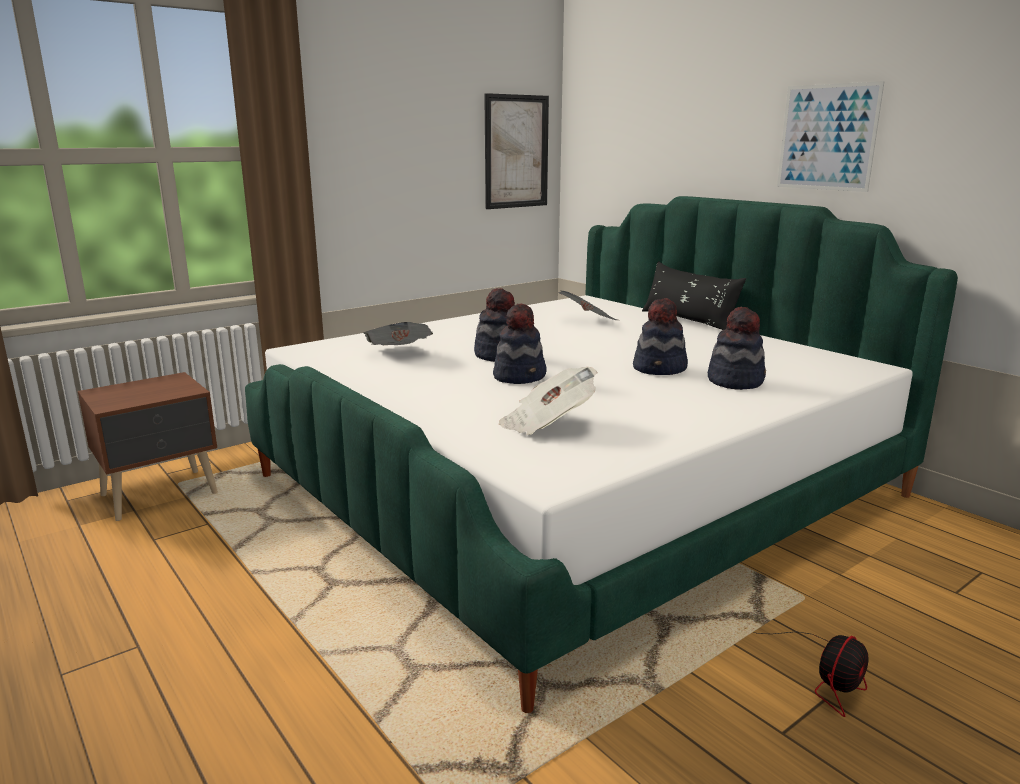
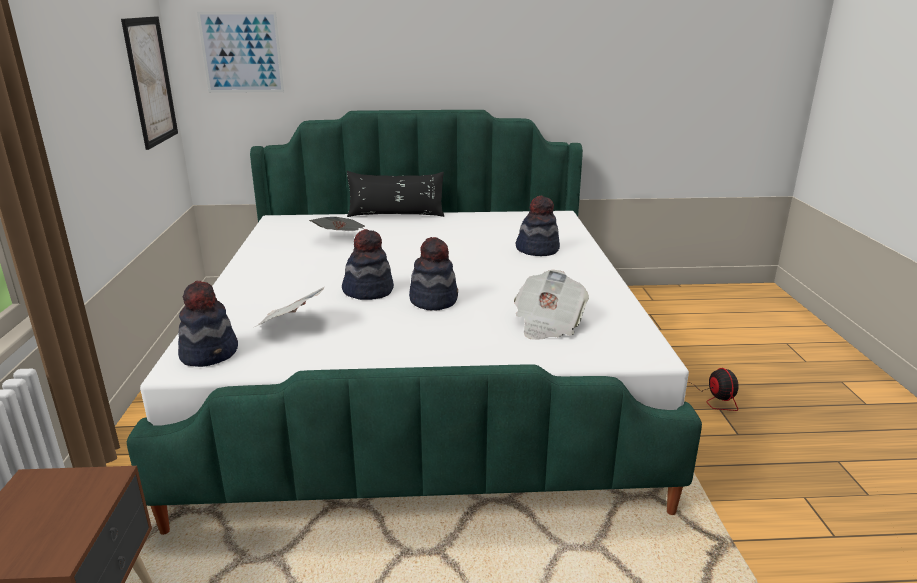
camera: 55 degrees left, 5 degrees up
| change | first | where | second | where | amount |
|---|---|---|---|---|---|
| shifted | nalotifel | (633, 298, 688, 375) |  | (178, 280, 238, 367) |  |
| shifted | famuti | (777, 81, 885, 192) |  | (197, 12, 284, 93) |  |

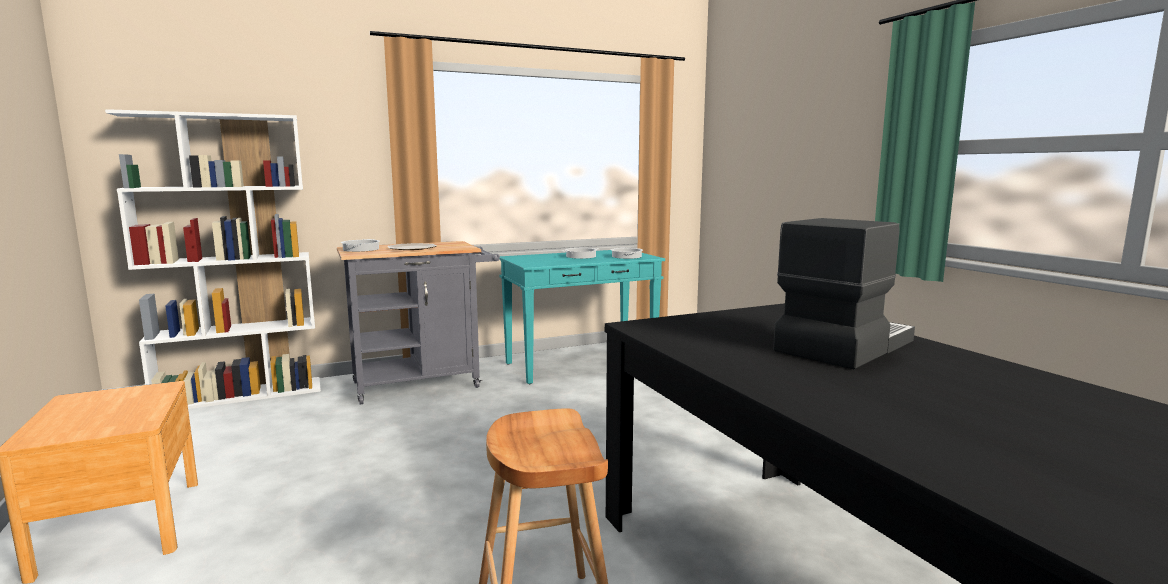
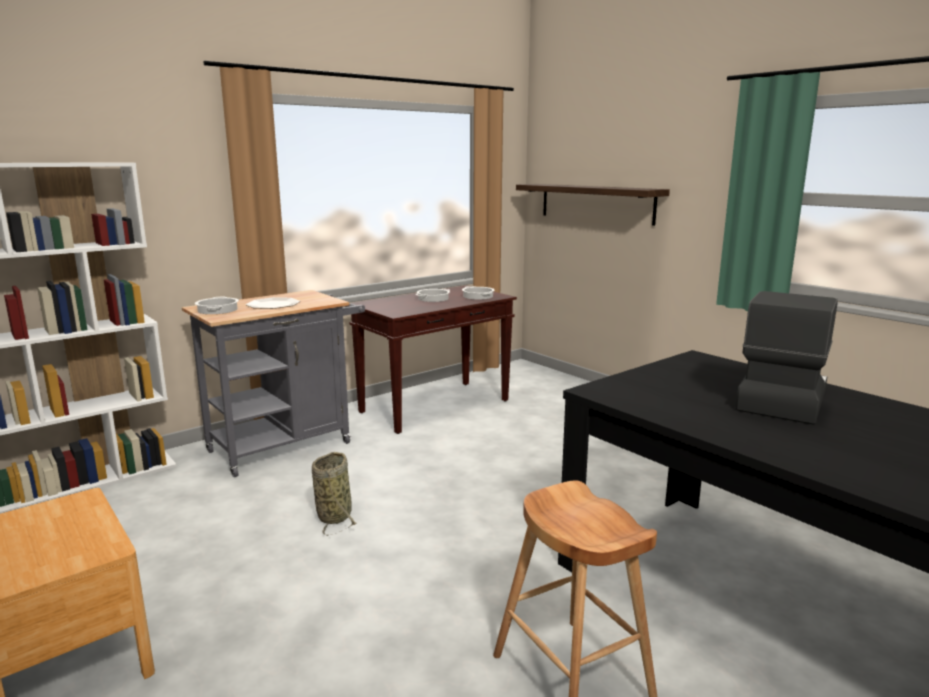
camera: 15 degrees left, 5 degrees up
| change | first | where | second | where | amount |
|---|---|---|---|---|---|
| new |  |  | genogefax | (312, 452, 357, 536) |  |
| new |  |  | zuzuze | (516, 184, 670, 226) |  |
| repainted | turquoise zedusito | (499, 250, 665, 384) | brown zedusito | (349, 285, 517, 434) |  |

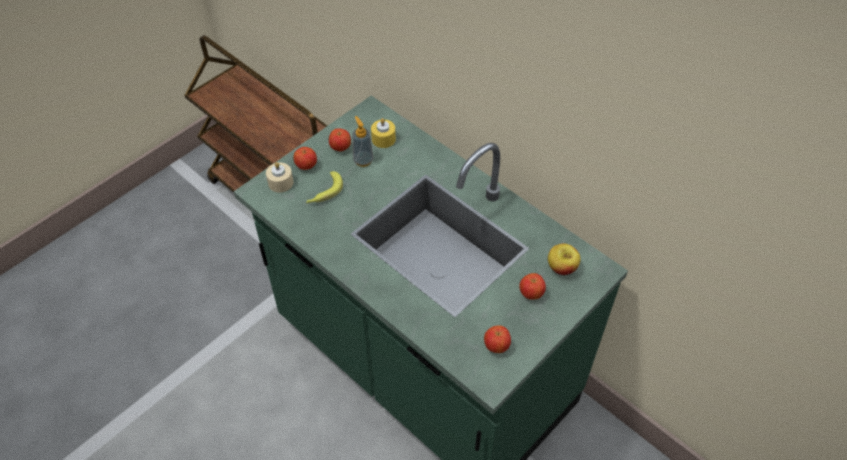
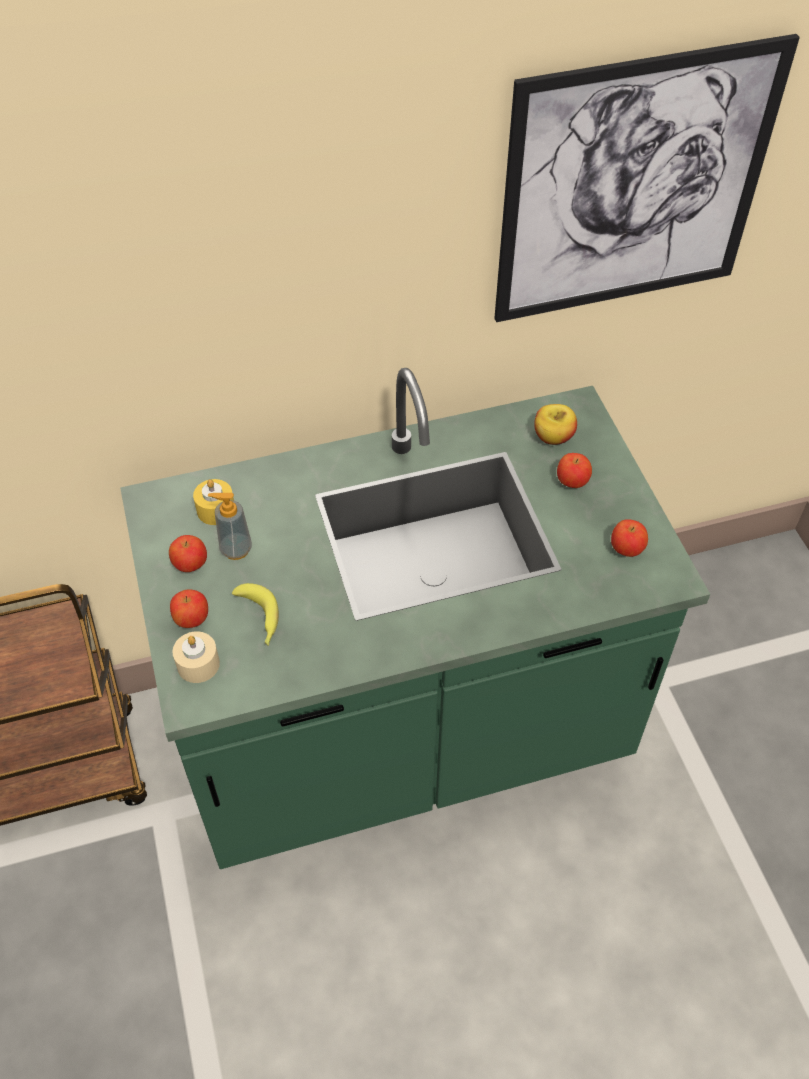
camera: 60 degrees left, 0 degrees up
| change | first | where | second | where | amount |
|---|---|---|---|---|---|
| new |  |  | famuti | (494, 34, 800, 322) |  |

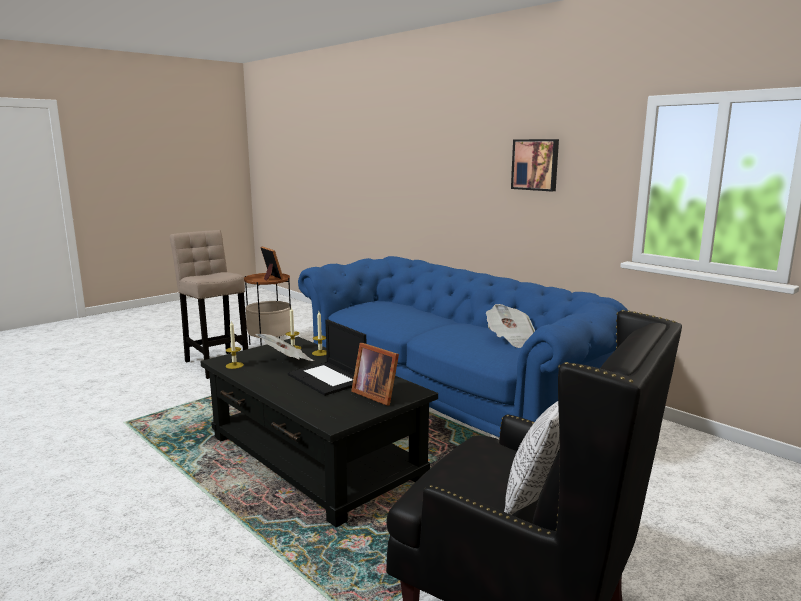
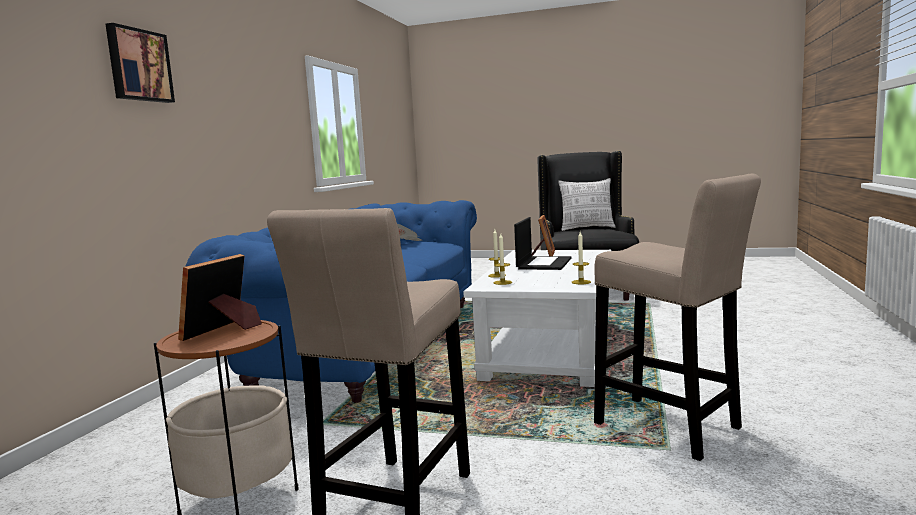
camera: 120 degrees left, 5 degrees down
| change | first | where | second | where | amount |
|---|---|---|---|---|---|
| gone | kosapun | (255, 334, 314, 361) |  |  |  |
| new |  |  | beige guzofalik | (594, 173, 761, 461) |  |
| shifted | famuti | (511, 139, 559, 191) |  | (106, 23, 175, 103) |  |
| repainted | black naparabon | (200, 337, 438, 527) | white naparabon | (463, 250, 612, 387) |  |

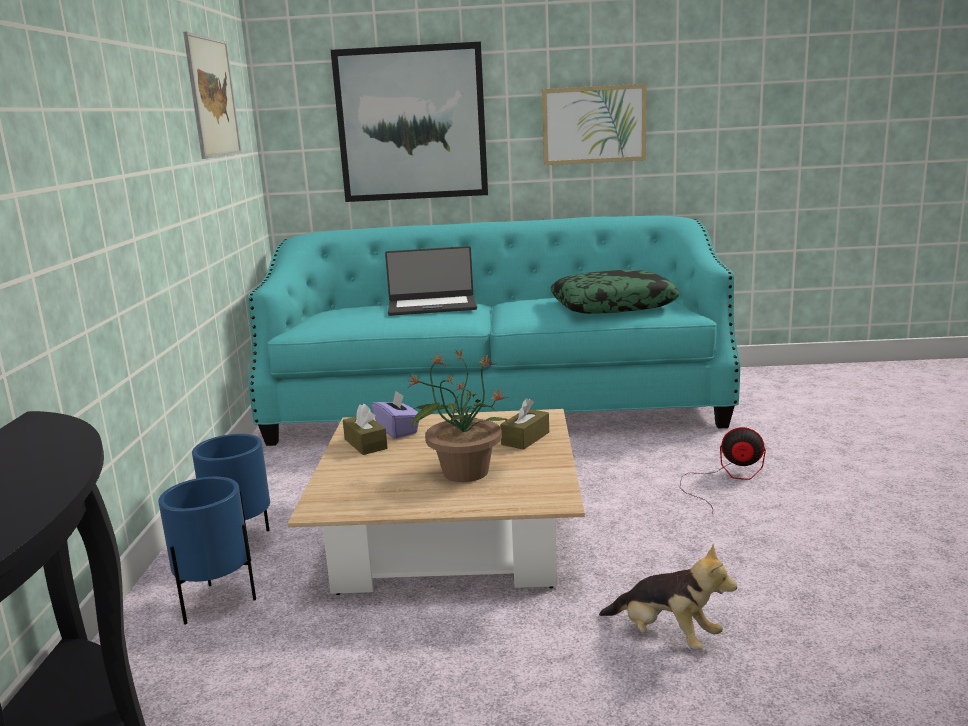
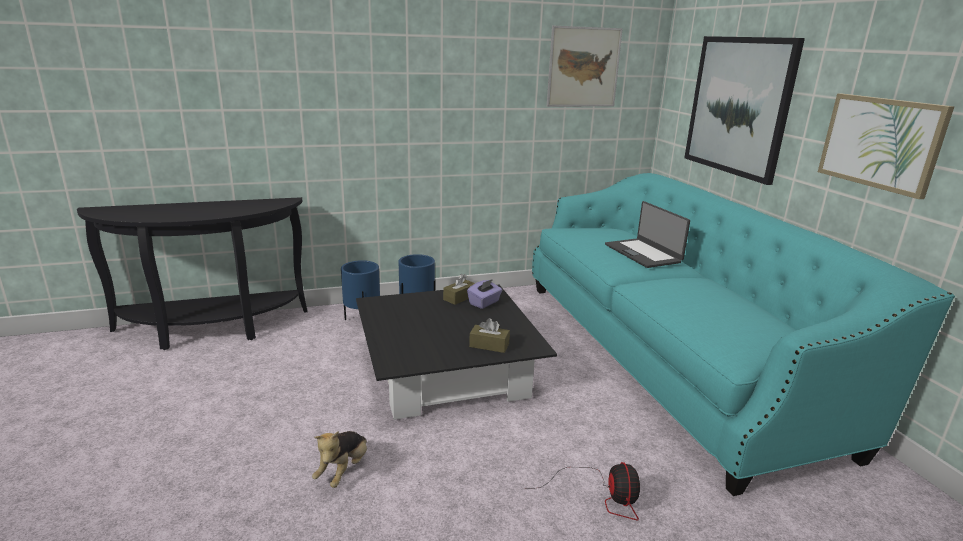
camera: 70 degrees right, 5 degrees up
| change | first | where | second | where | amount |
|---|---|---|---|---|---|
| gone | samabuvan | (408, 349, 509, 482) |  |  |  |
| gone | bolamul | (550, 270, 680, 314) |  |  |  |
| repainted | beige naparabon | (287, 409, 585, 595) | black naparabon | (356, 285, 557, 420) |  |

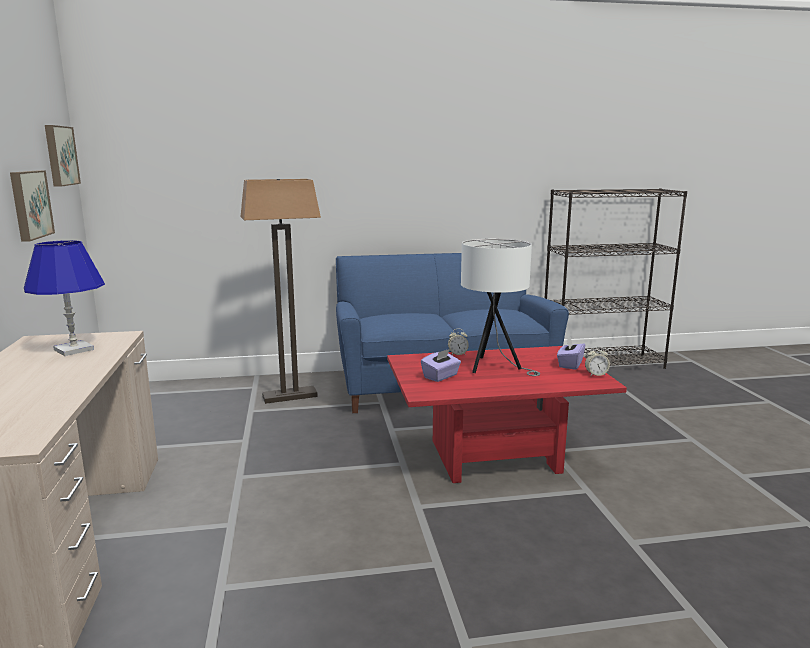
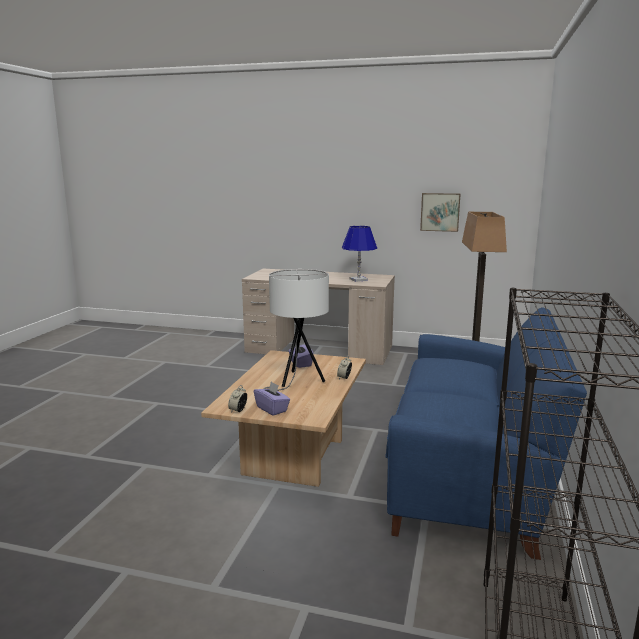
camera: 115 degrees right, 0 degrees up
| change | first | where | second | where | amount |
|---|---|---|---|---|---|
| gone | famuti | (45, 125, 81, 187) |  |  |  |
| repainted | red naparabon | (387, 346, 627, 483) | beige naparabon | (201, 350, 366, 487) |  |

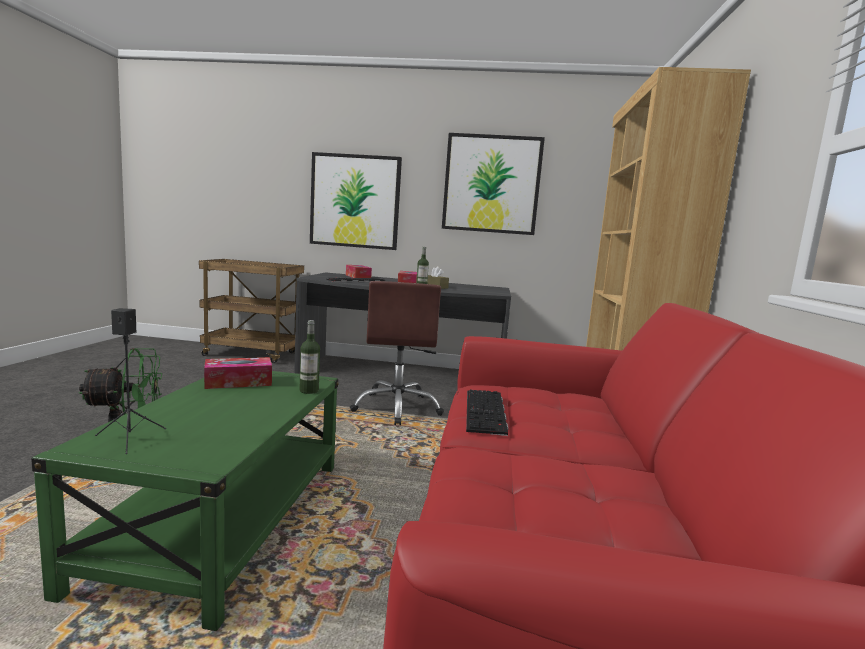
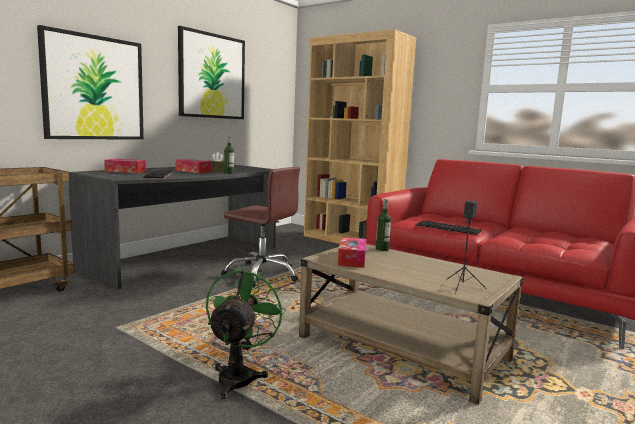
camera: 60 degrees left, 0 degrees up
| change | first | where | second | where | amount |
|---|---|---|---|---|---|
| repainted | green naparabon | (31, 371, 339, 631) | beige naparabon | (299, 244, 523, 405) |  |

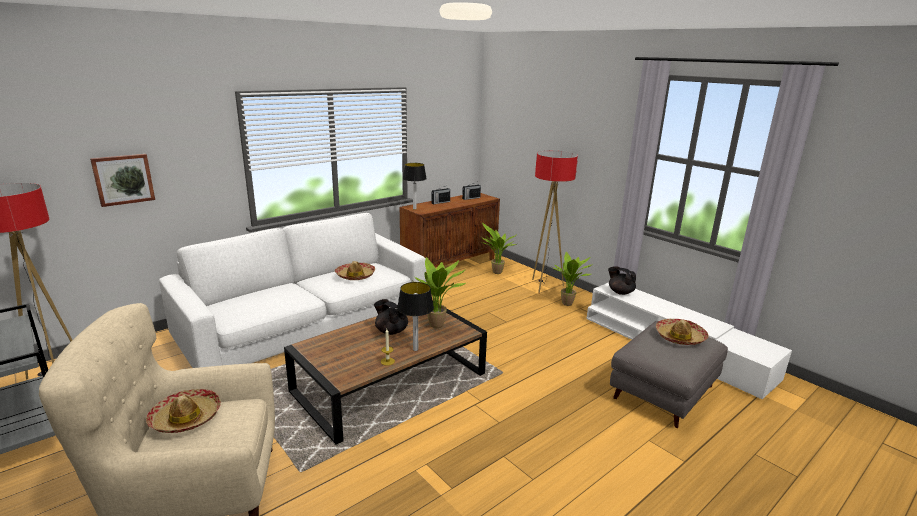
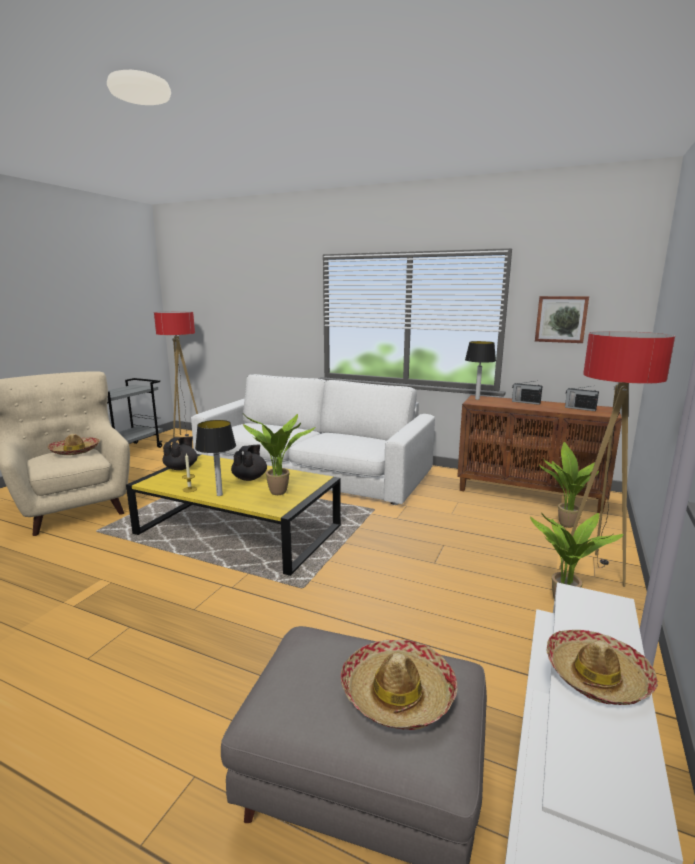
camera: 65 degrees right, 5 degrees down
| change | first | where | second | where | amount |
|---|---|---|---|---|---|
| shifted | famuti | (90, 154, 155, 207) |  | (535, 296, 589, 343) |  |
| shifted | nalotifel | (335, 261, 375, 280) |  | (547, 630, 658, 705) |  |
| shifted | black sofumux | (608, 266, 636, 295) |  | (163, 437, 197, 470) |  |
| repainted | brown naparabon | (284, 304, 487, 444) | yellow naparabon | (126, 454, 341, 576) |  |

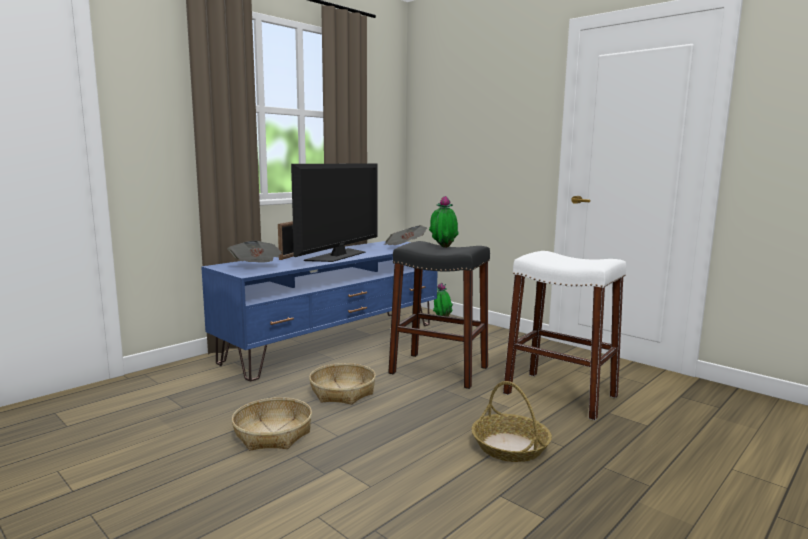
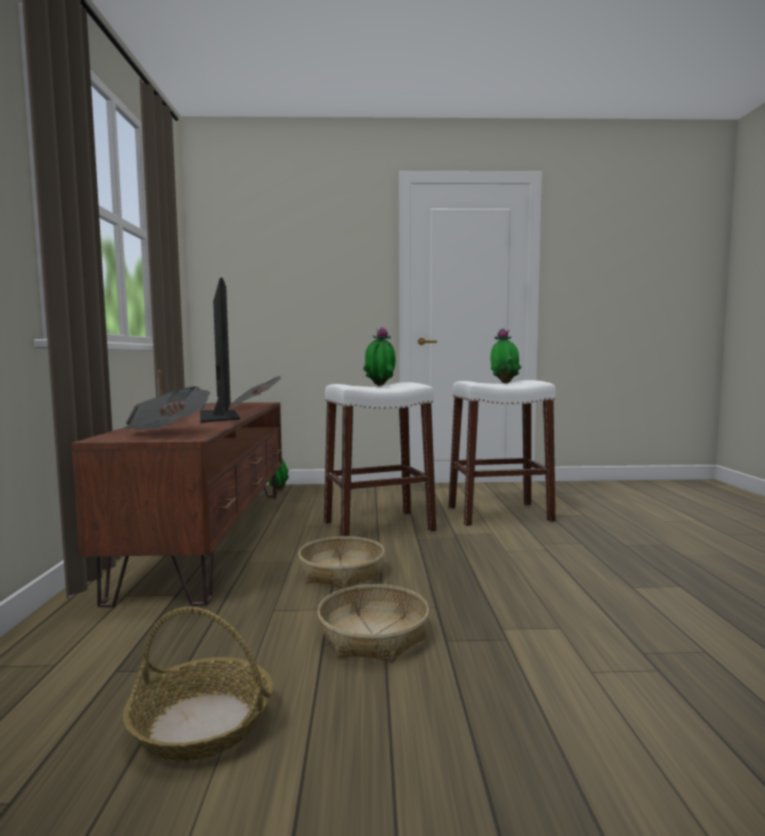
camera: 45 degrees left, 5 degrees down
| change | first | where | second | where | amount |
|---|---|---|---|---|---|
| new |  |  | samabuvan | (490, 328, 522, 383) |  |
| shifted | genogefax | (472, 381, 552, 462) |  | (123, 607, 273, 761) |  |
| repainted | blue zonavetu | (201, 241, 438, 381) | brown zonavetu | (71, 402, 282, 607) |  |
| repainted | black guzofalik | (388, 241, 490, 389) | white guzofalik | (324, 382, 437, 536) |  |

